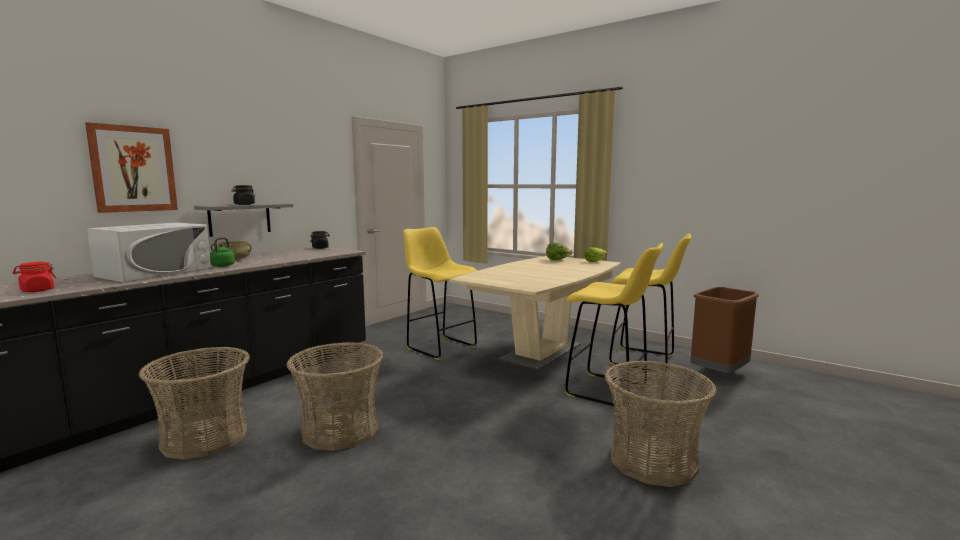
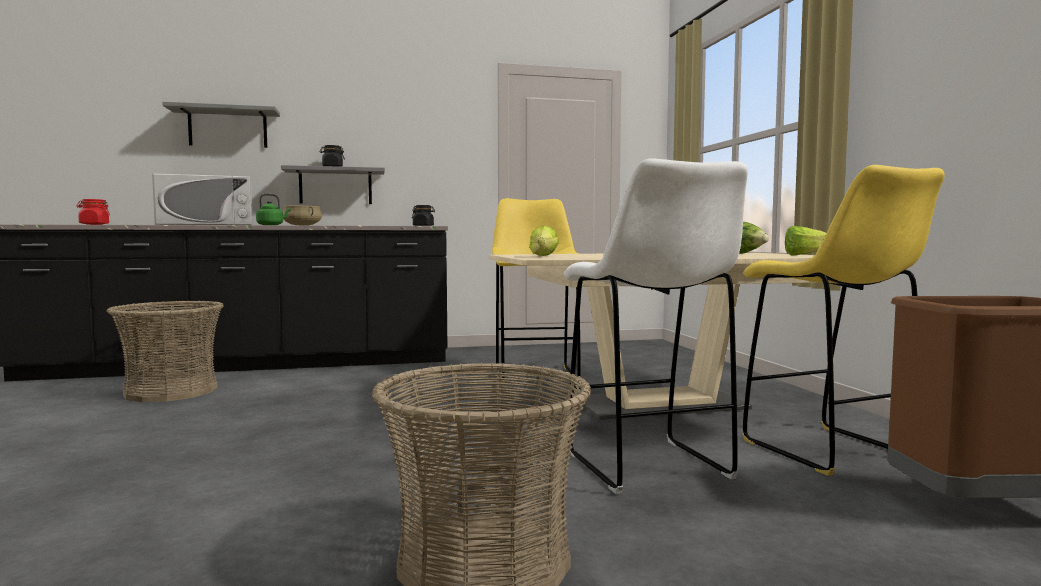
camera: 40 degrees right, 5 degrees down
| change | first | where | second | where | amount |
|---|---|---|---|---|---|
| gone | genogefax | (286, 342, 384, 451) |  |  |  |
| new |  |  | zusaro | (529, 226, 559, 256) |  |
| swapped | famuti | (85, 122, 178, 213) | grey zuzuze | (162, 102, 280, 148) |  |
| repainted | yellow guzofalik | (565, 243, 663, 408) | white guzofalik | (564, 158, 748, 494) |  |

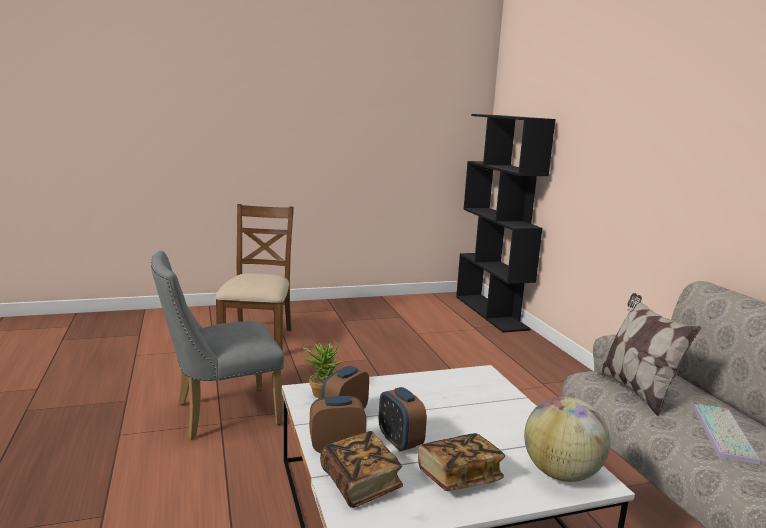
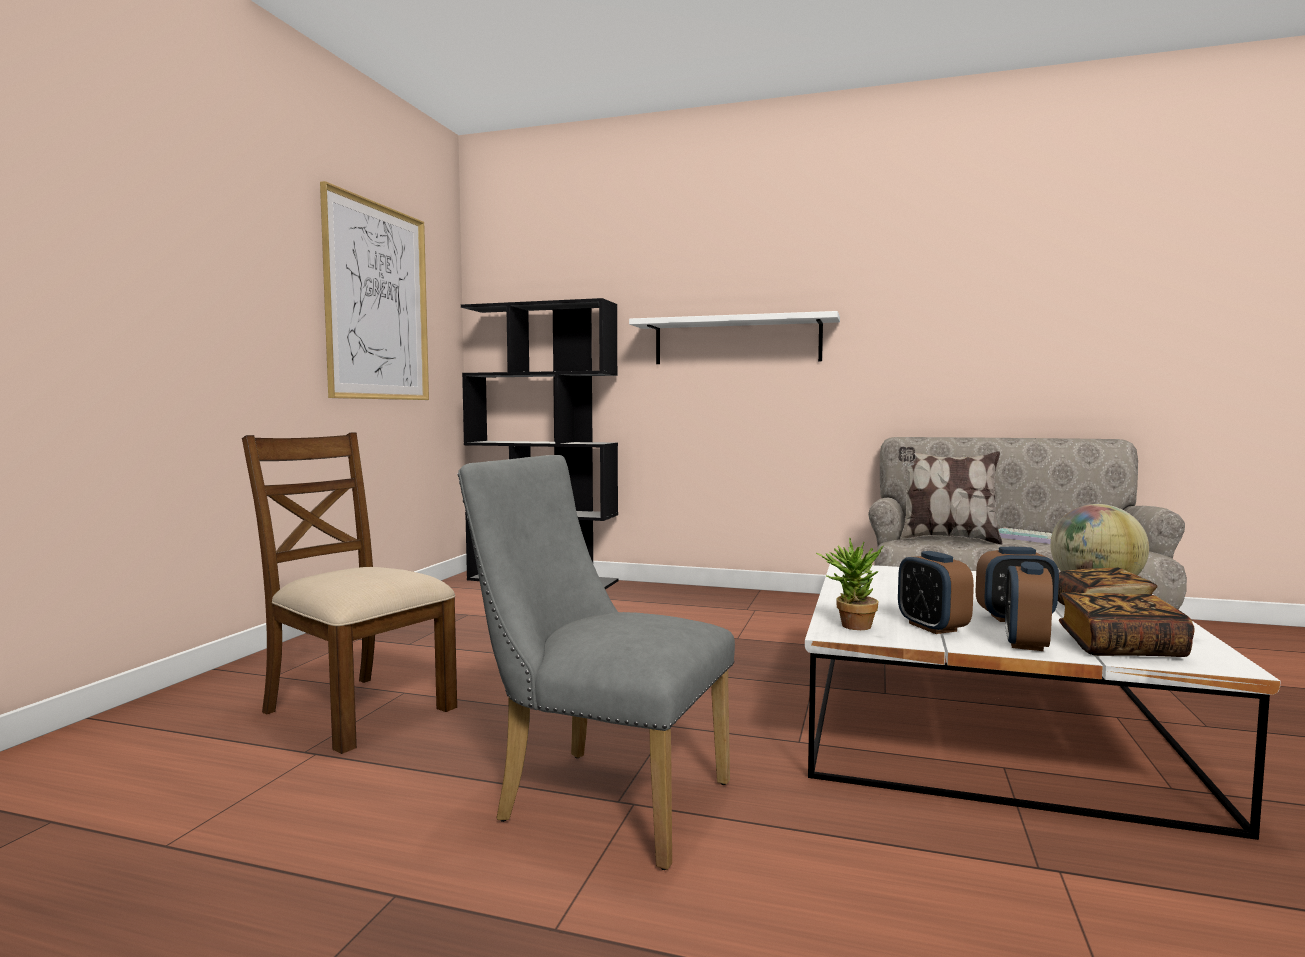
camera: 55 degrees left, 10 degrees down
| change | first | where | second | where | amount |
|---|---|---|---|---|---|
| new |  |  | famuti | (320, 181, 429, 400) |  |
| new |  |  | white zuzuze | (629, 311, 840, 364) |  |
| rotated | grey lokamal | (151, 251, 284, 439) |  | (457, 455, 735, 870) | 105 degrees clockwise |

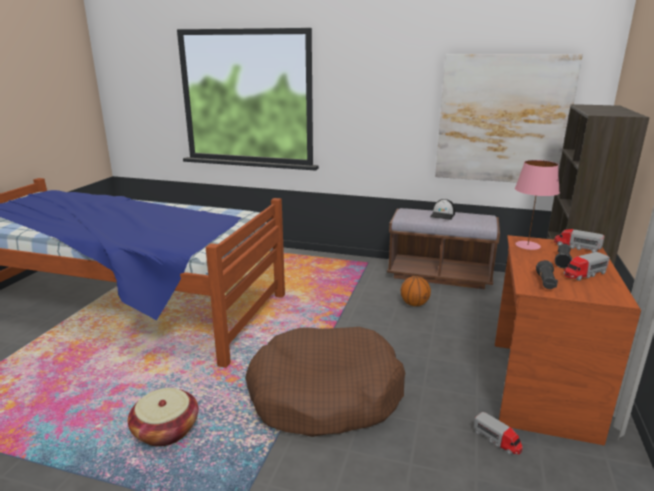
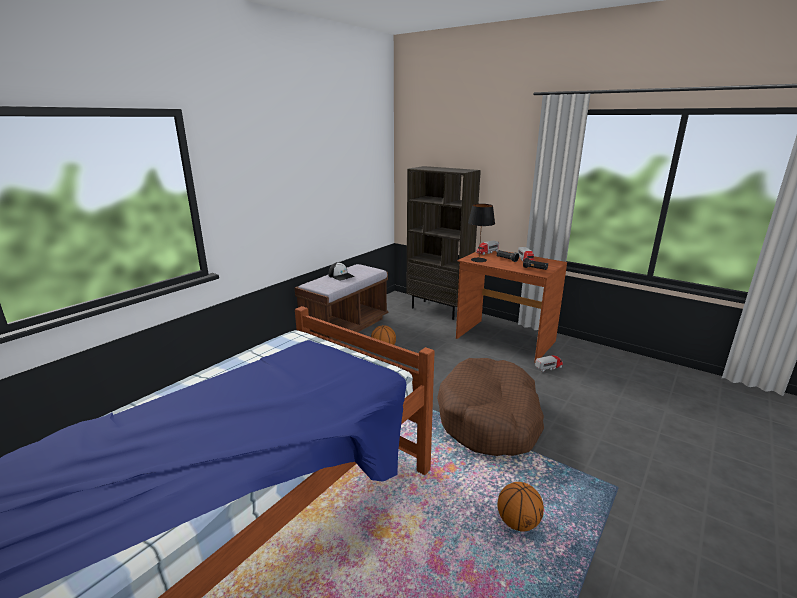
camera: 70 degrees left, 0 degrees up
| change | first | where | second | where | amount |
|---|---|---|---|---|---|
| gone | famuti | (435, 54, 583, 183) |  |  |  |
| swapped | genogefax | (128, 388, 198, 447) | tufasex | (497, 482, 544, 532) |  |
| repainted | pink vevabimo | (515, 160, 560, 250) | black vevabimo | (468, 204, 495, 262) |  |

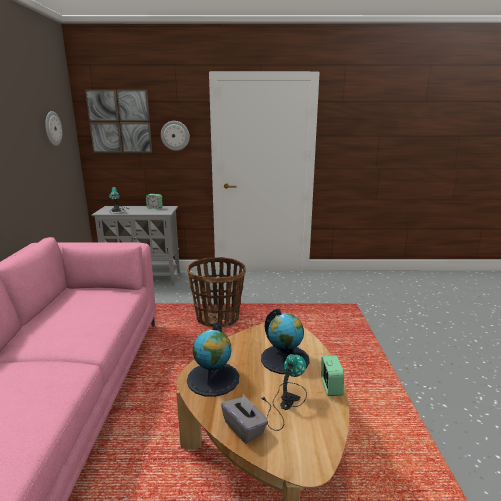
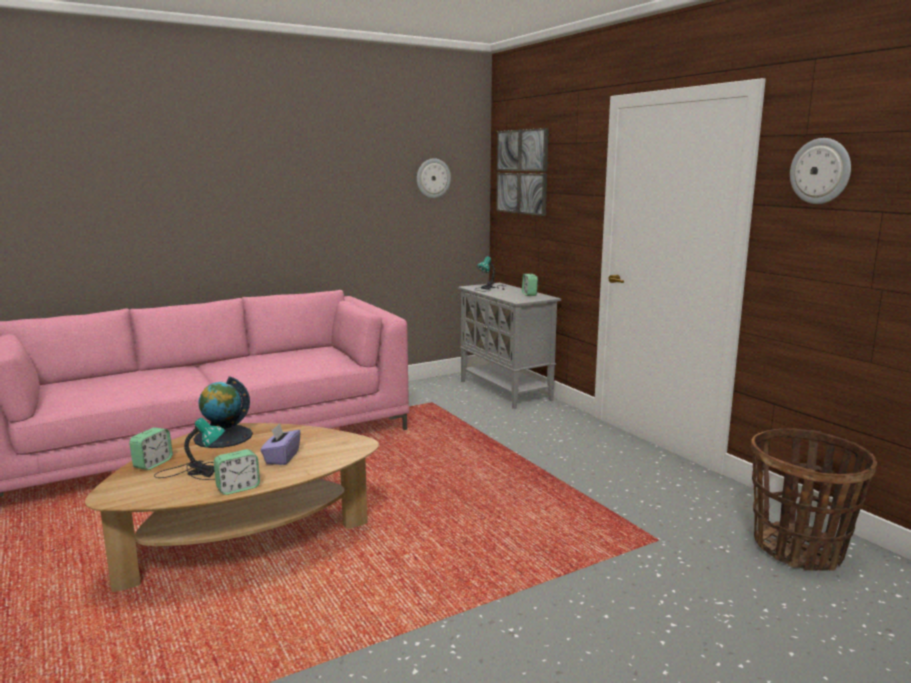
camera: 60 degrees right, 5 degrees down
| change | first | where | second | where | amount |
|---|---|---|---|---|---|
| shifted | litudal | (161, 121, 190, 151) |  | (790, 138, 851, 204) |  |
| shifted | genogefax | (187, 257, 246, 327) |  | (751, 428, 877, 571) |  |
| swapped | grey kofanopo | (221, 394, 268, 444) | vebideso | (129, 427, 173, 470) |  |
| swapped | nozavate | (261, 308, 309, 374) | purple kofanopo | (260, 423, 301, 465) |  |

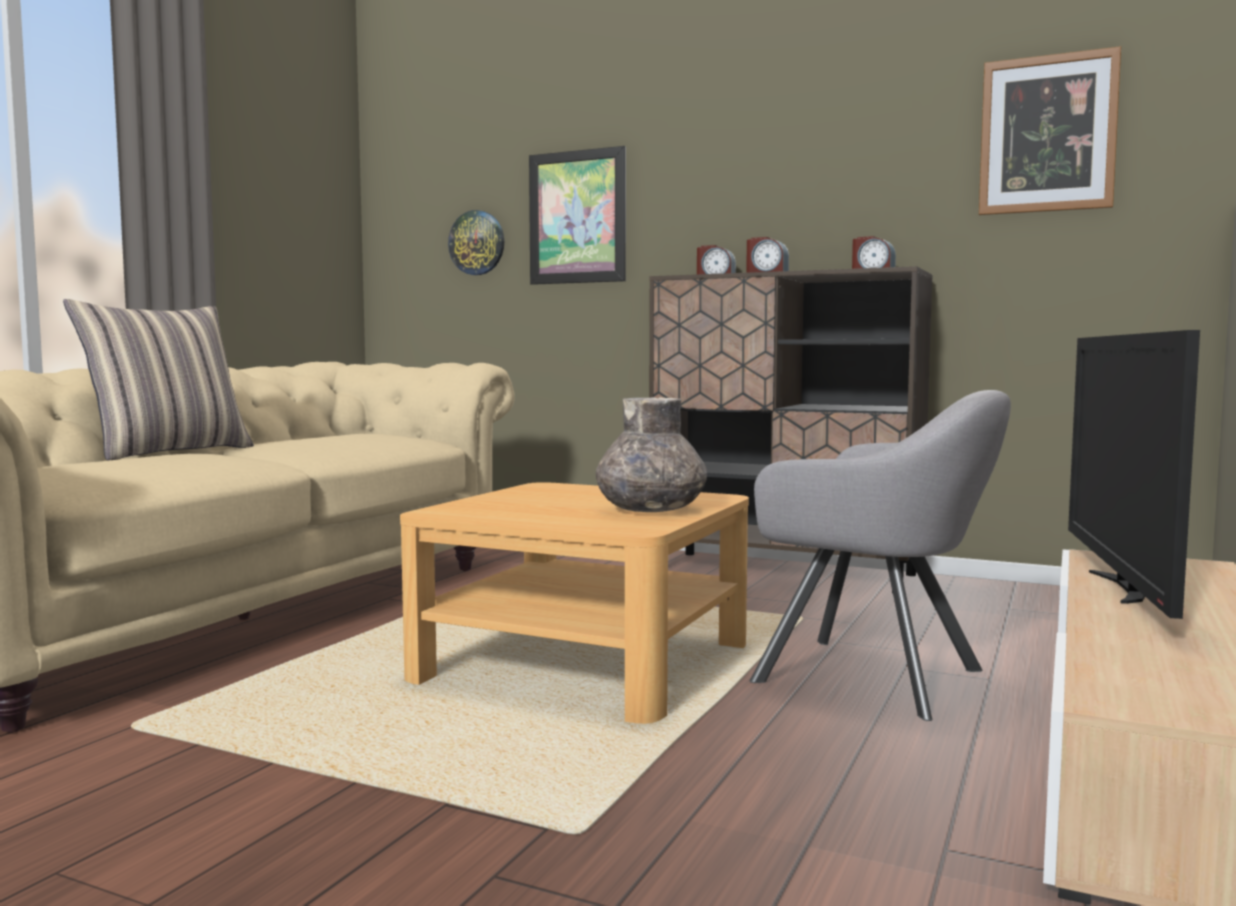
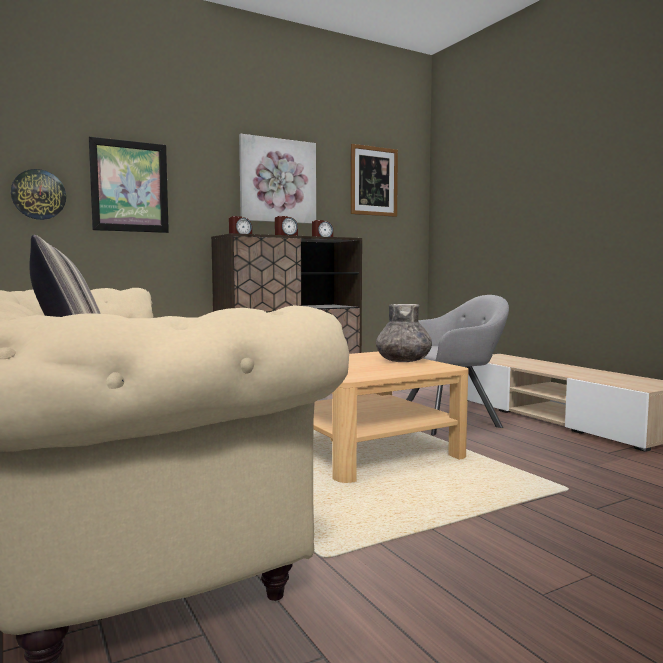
camera: 55 degrees left, 0 degrees up
| change | first | where | second | where | amount |
|---|---|---|---|---|---|
| gone | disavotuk | (1068, 330, 1200, 619) |  |  |  |
| new |  |  | famuti | (239, 134, 316, 224) |  |

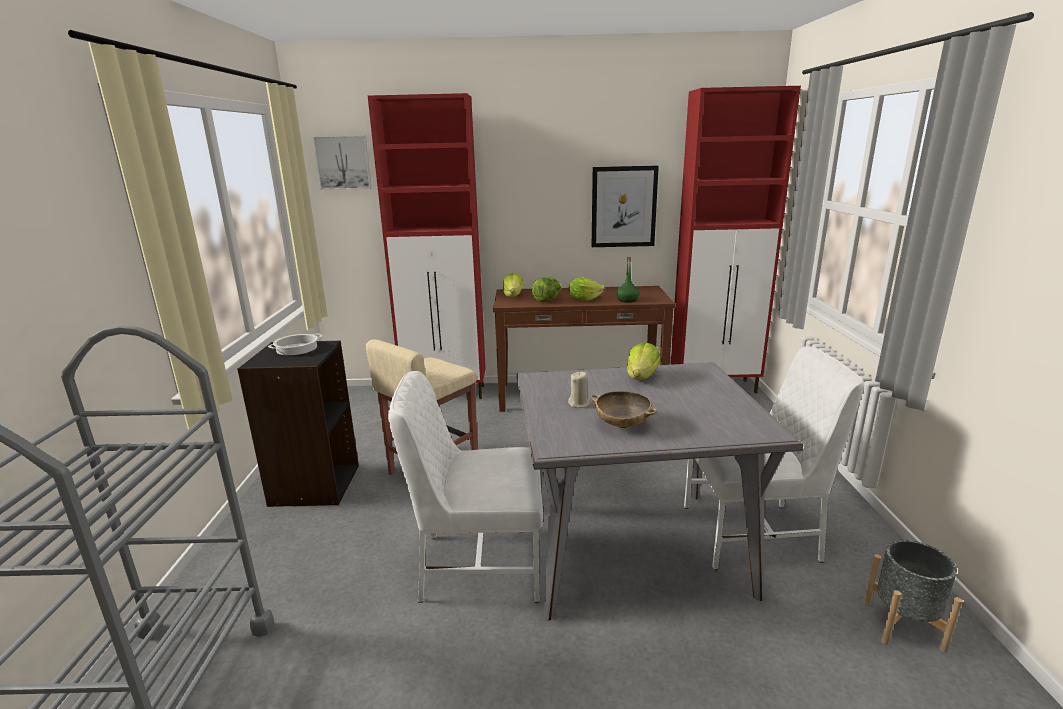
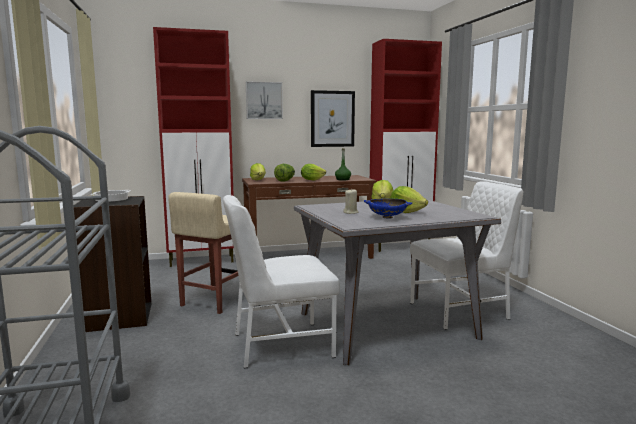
camera: 15 degrees left, 10 degrees down
| change | first | where | second | where | amount |
|---|---|---|---|---|---|
| gone | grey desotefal | (864, 540, 963, 652) |  |  |  |
| new |  |  | zusaro | (390, 186, 428, 213) |  |
| shifted | famuti | (313, 135, 372, 190) |  | (246, 81, 283, 119) |  |
| repainted | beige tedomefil | (590, 391, 658, 428) | blue tedomefil | (364, 199, 412, 219) |  |

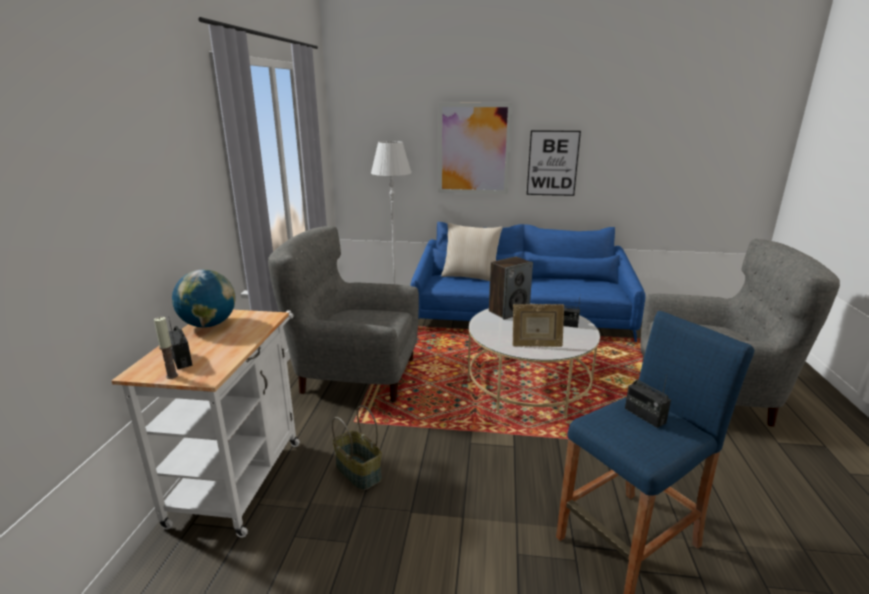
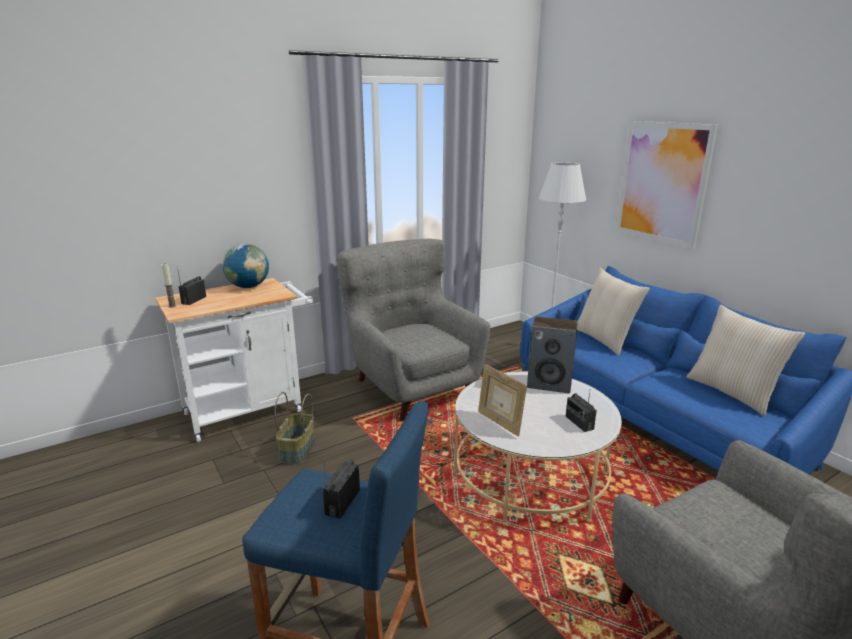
camera: 50 degrees right, 0 degrees up
| change | first | where | second | where | amount |
|---|---|---|---|---|---|
| gone | famuti | (527, 130, 581, 196) |  |  |  |
| new |  |  | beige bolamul | (687, 305, 805, 416) |  |

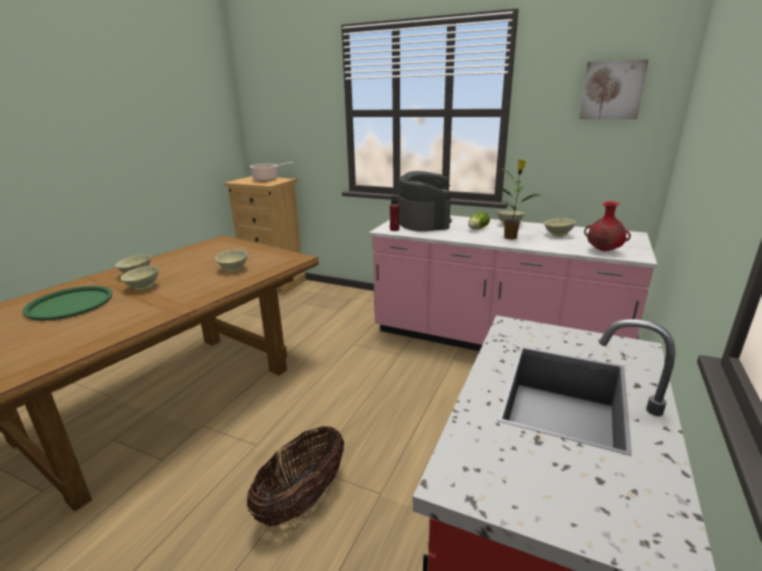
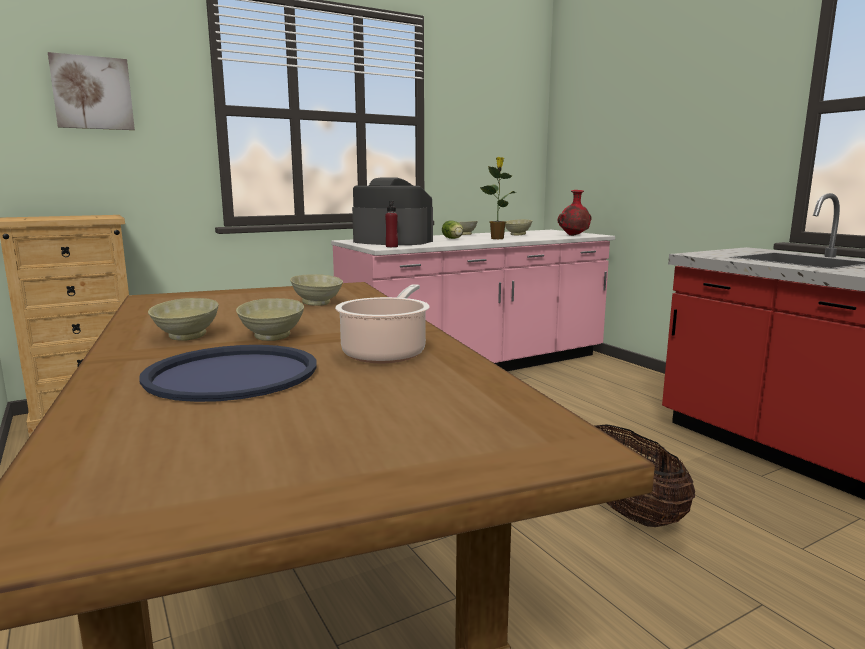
camera: 55 degrees left, 10 degrees down
| change | first | where | second | where | amount |
|---|---|---|---|---|---|
| shifted | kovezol | (250, 162, 294, 182) |  | (335, 284, 430, 363) |  |
| shifted | famuti | (579, 59, 649, 119) |  | (48, 52, 135, 130) |  |
| repainted | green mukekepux | (22, 286, 112, 321) | blue mukekepux | (139, 345, 317, 402) |  |

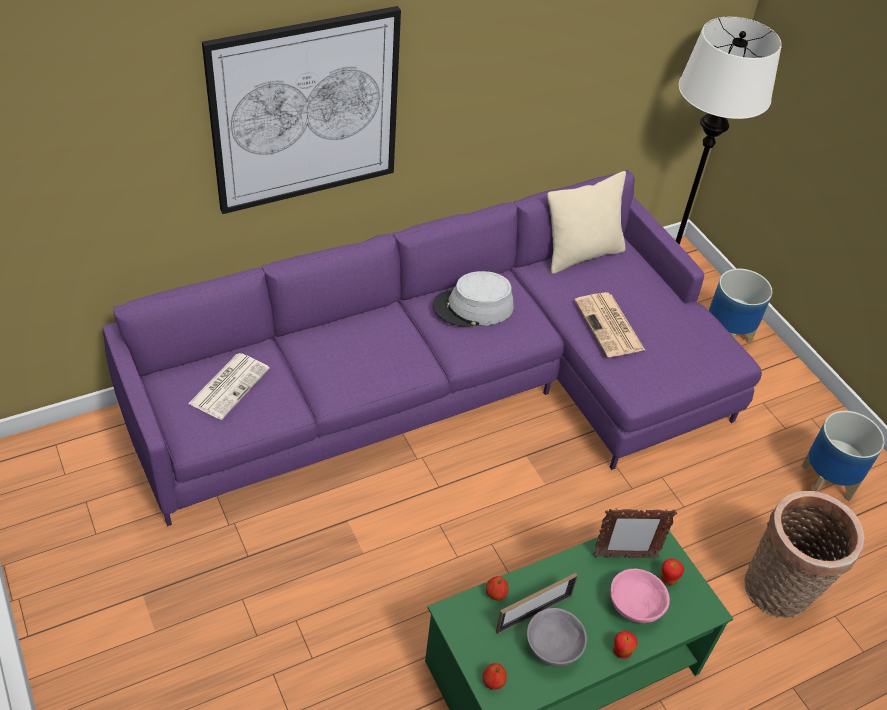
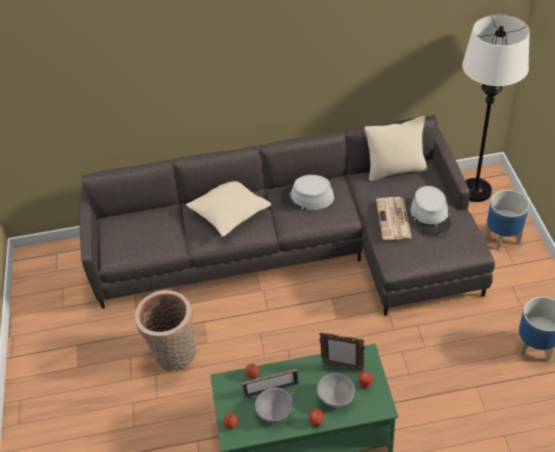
camera: 25 degrees right, 0 degrees up
| change | first | where | second | where | amount |
|---|---|---|---|---|---|
| gone | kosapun | (188, 353, 270, 420) |  |  |  |
| gone | famuti | (202, 6, 401, 214) |  |  |  |
| new |  |  | beige bolamul | (186, 181, 271, 237) |  |
| new |  |  | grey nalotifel | (411, 186, 451, 234) |  |
| shifted | genogefax | (744, 491, 865, 618) |  | (135, 290, 196, 371) |  |
| repainted | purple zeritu | (103, 170, 762, 526) | grey zeritu | (80, 115, 495, 316) |  |
| repainted | pink tedomefil | (610, 569, 670, 623) | grey tedomefil | (317, 373, 355, 408) |  |

